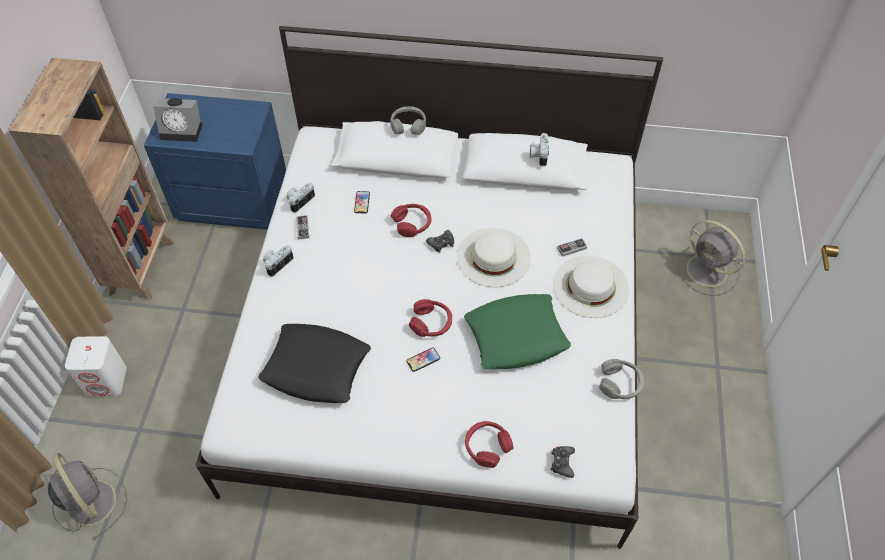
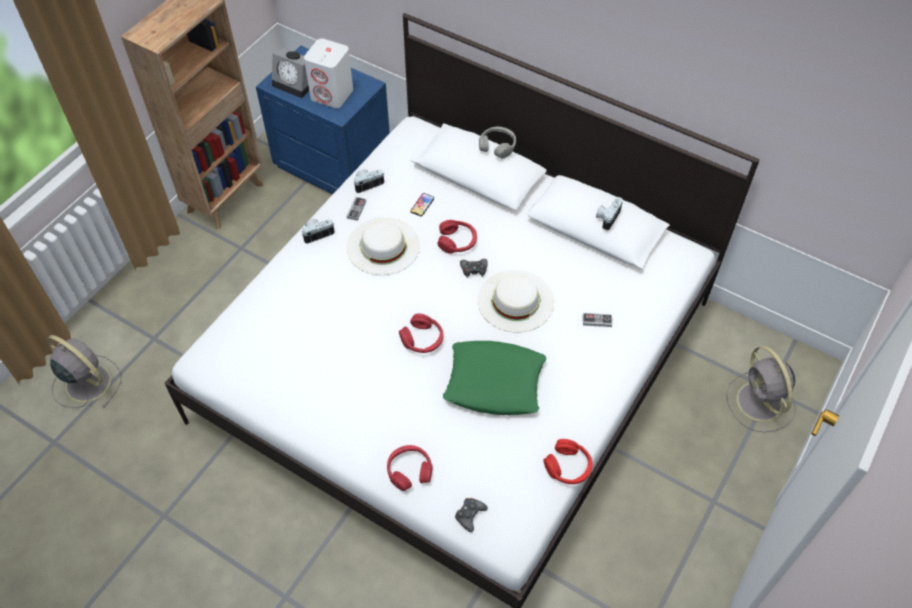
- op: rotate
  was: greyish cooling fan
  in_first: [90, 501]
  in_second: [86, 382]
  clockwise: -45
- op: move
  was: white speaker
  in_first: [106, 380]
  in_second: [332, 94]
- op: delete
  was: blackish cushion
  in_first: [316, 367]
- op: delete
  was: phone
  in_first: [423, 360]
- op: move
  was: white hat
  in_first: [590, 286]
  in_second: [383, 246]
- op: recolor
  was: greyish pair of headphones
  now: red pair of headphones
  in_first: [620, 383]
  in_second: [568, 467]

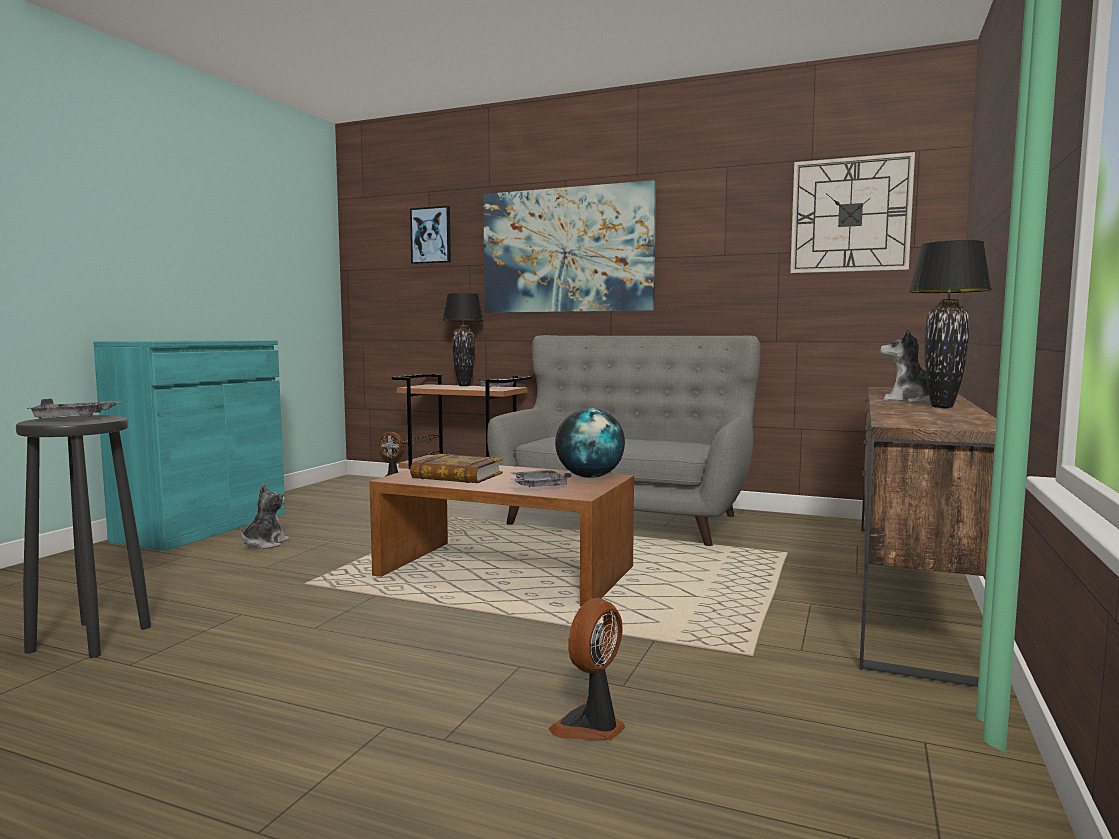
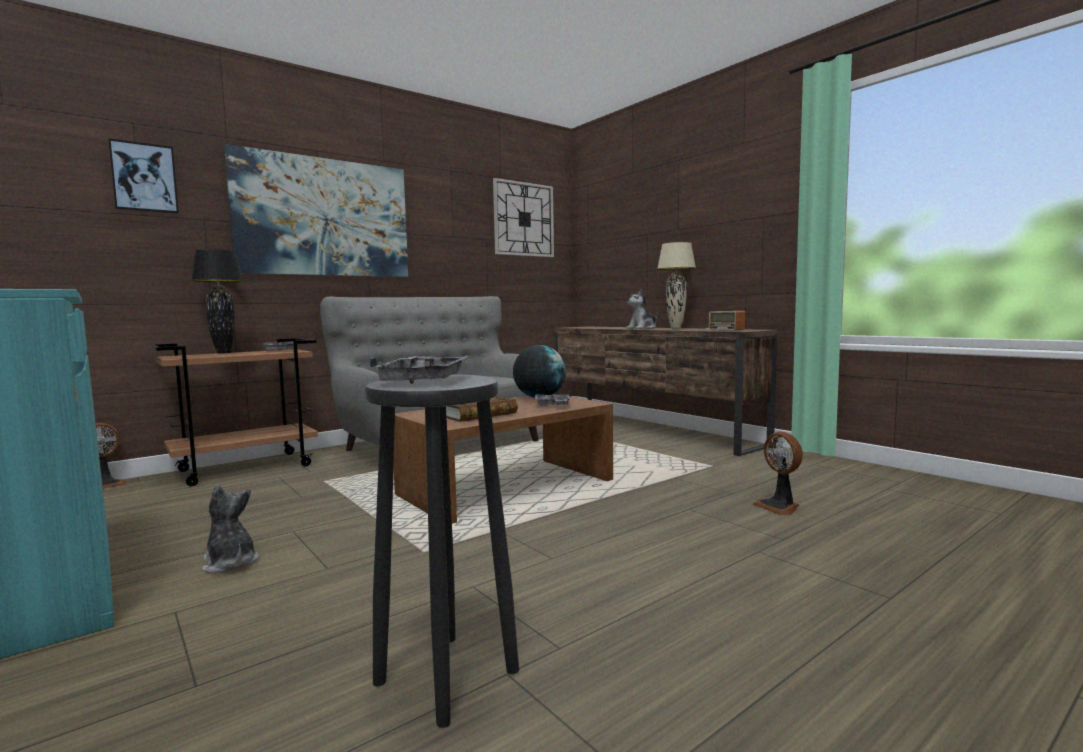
- op: recolor
  was: blackish tabletop lamp
  now: beige-coloured tabletop lamp
  in_first: [941, 407]
  in_second: [676, 328]
- op: insert
  now: radio set
  in_second: [719, 329]

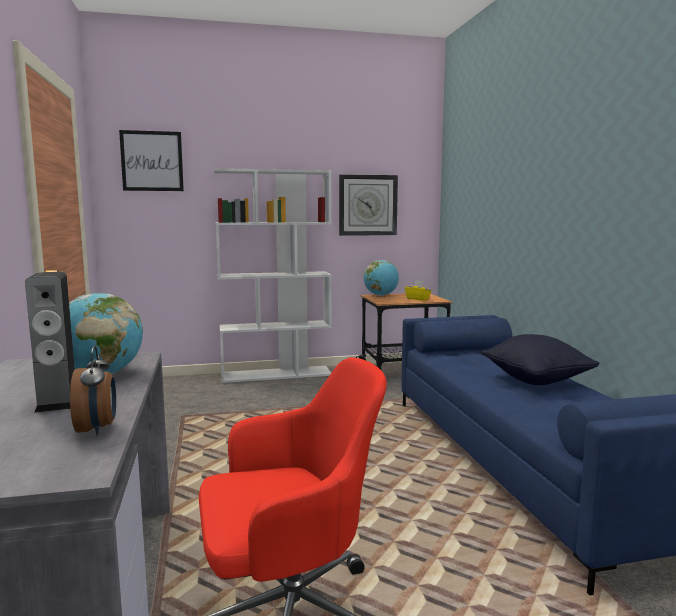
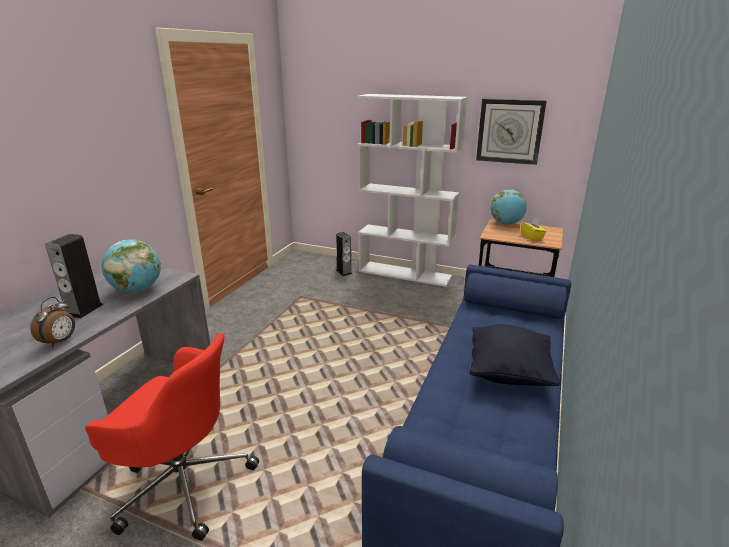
- op: delete
  was: wall art
  in_first: [152, 161]
- op: insert
  now: speaker
  in_second: [344, 272]

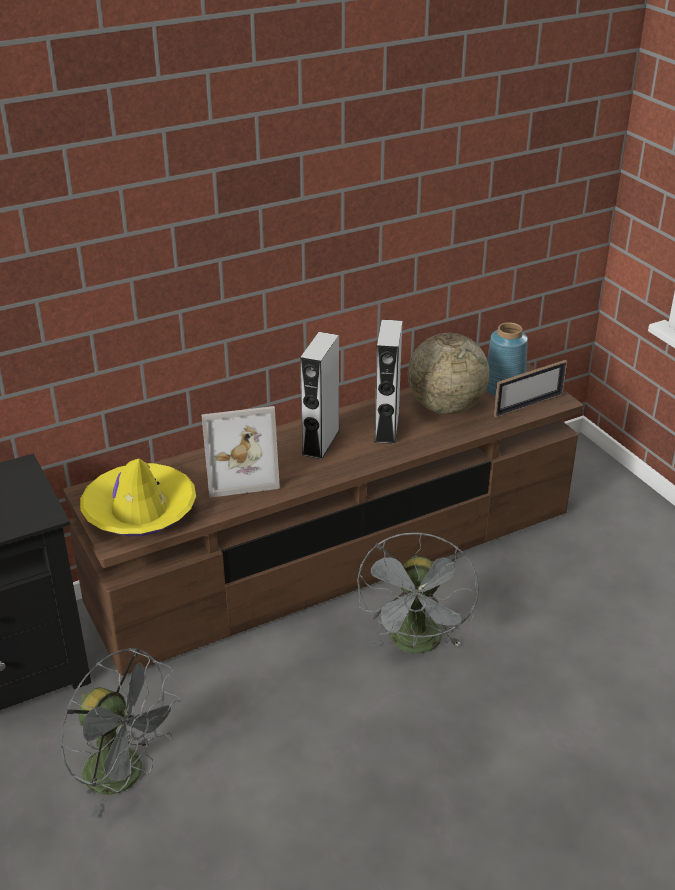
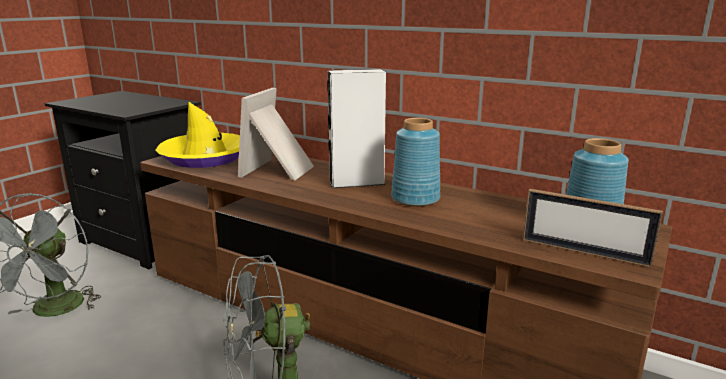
- op: rotate
  was: picture frame
  in_first: [240, 473]
  in_second: [279, 170]
  clockwise: 60
- op: replace
  was: greyish speaker
  now: blue-coloured flower vase
  in_first: [386, 428]
  in_second: [416, 199]
- op: delete
  was: desk globe
  in_first: [446, 407]

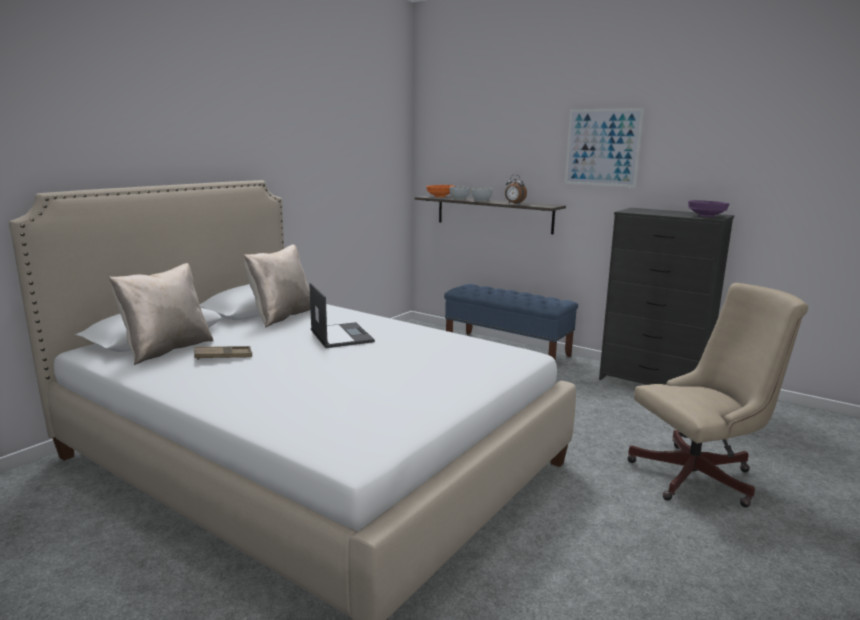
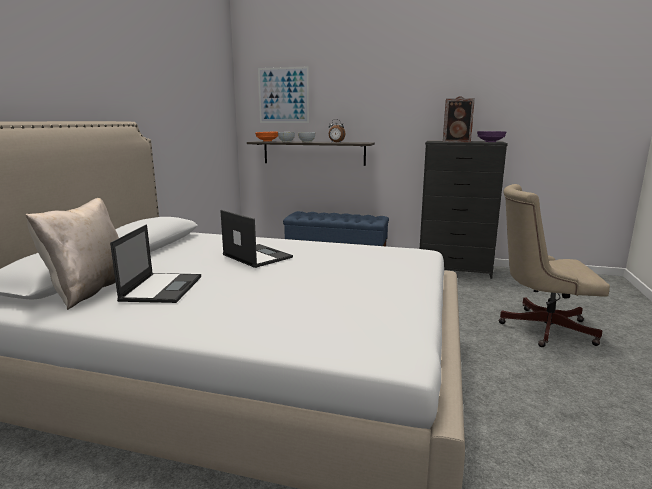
- op: replace
  was: brown-coloured carrying tray
  now: portable computer
  in_first: [223, 356]
  in_second: [162, 288]
- op: delete
  was: beige-coloured cushion
  in_first: [281, 316]
- op: move
  was: wall art
  in_first: [602, 147]
  in_second: [283, 95]
- op: rotate
  was: beige-coloured desk chair
  in_first: [701, 476]
  in_second: [540, 327]
  clockwise: -135
- op: insert
  now: speaker
  in_second: [457, 141]

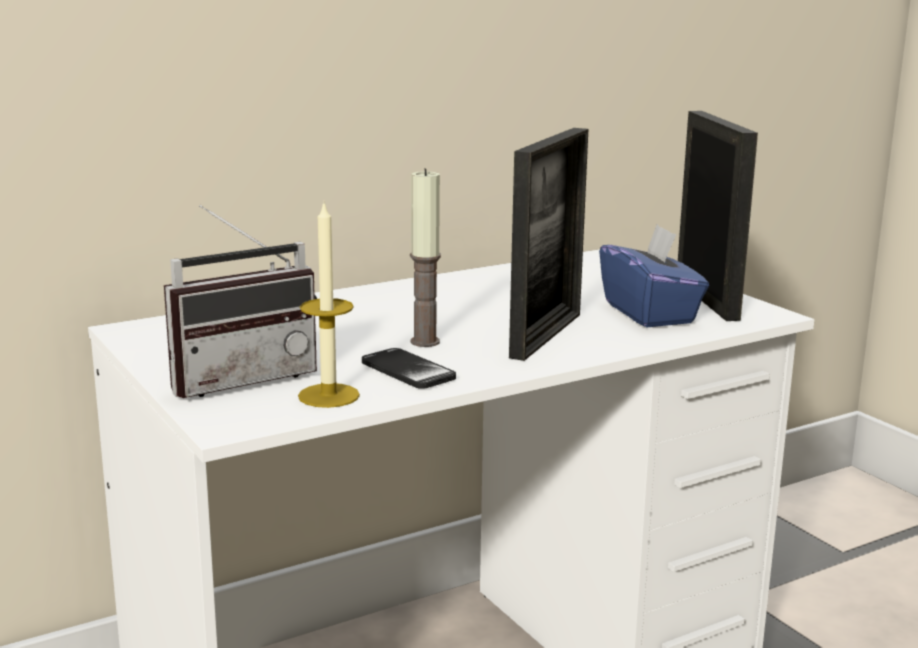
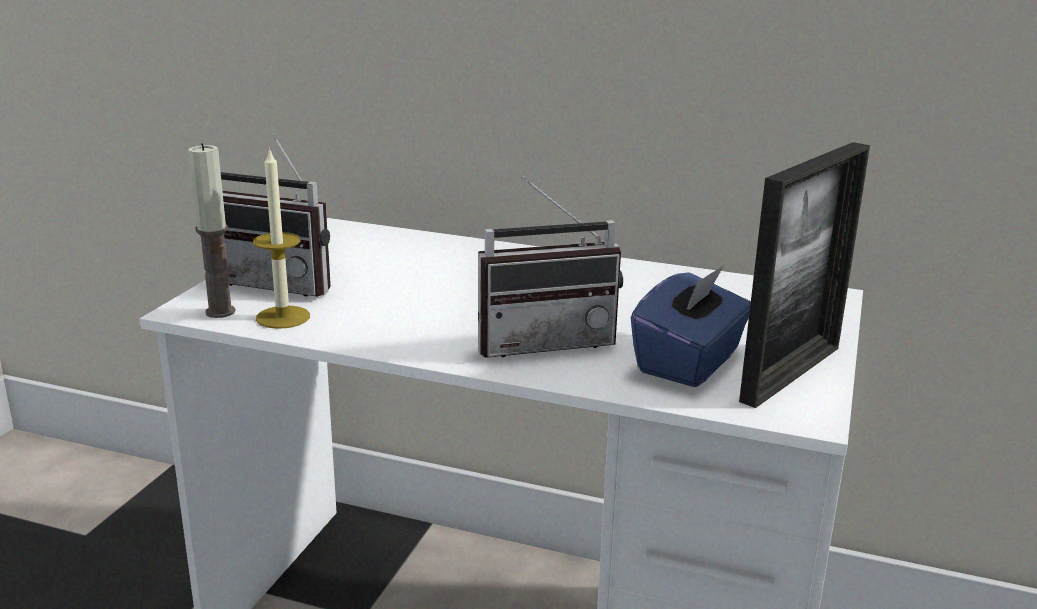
- op: delete
  was: phone
  in_first: [408, 371]
- op: move
  was: candle
  in_first: [425, 342]
  in_second: [220, 312]
- op: replace
  was: picture frame
  now: radio set
  in_first: [546, 335]
  in_second: [544, 341]

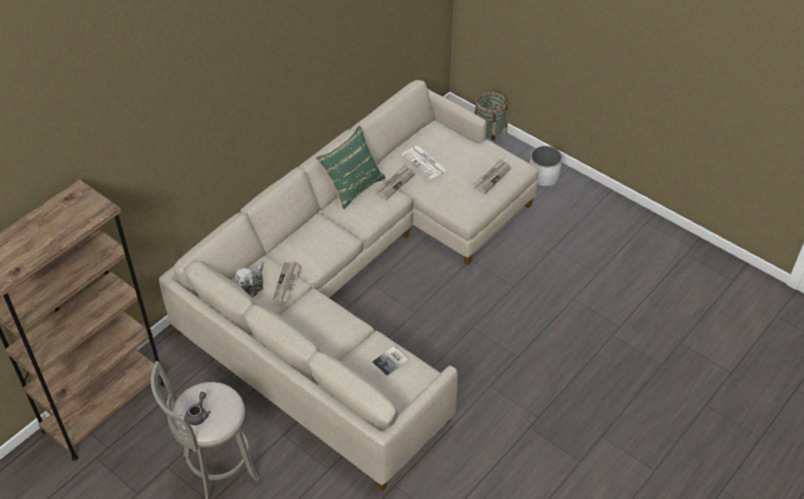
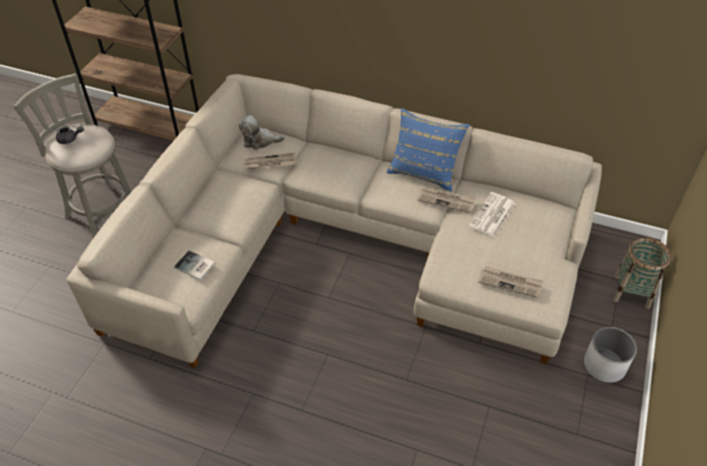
- op: recolor
  was: green-coloured cushion
  now: blue-coloured cushion
  in_first: [353, 186]
  in_second: [424, 171]

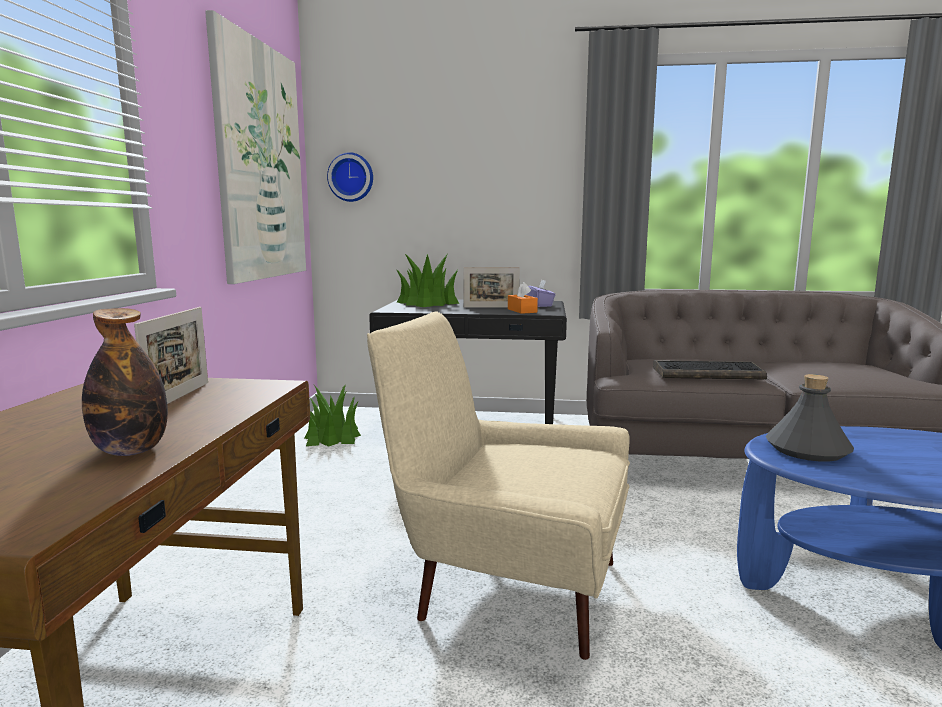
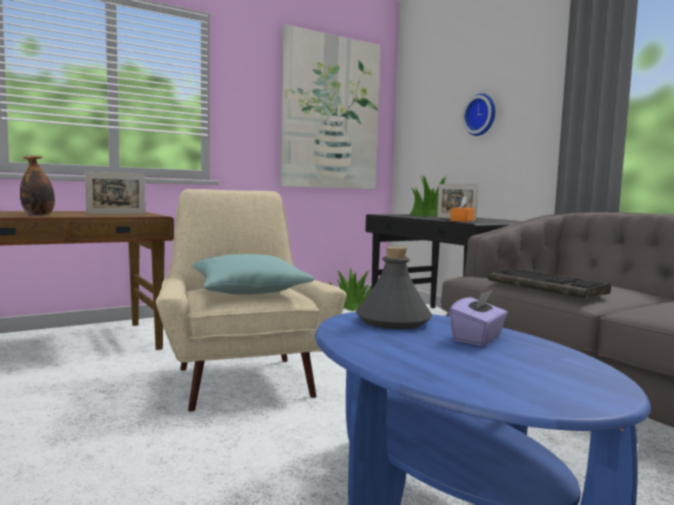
- op: move
  was: hanging clock
  in_first: [351, 177]
  in_second: [481, 115]
- op: move
  was: purple-coloured tissue holder
  in_first: [540, 305]
  in_second: [477, 338]
- op: insert
  now: blue-green cushion
  in_second: [249, 291]

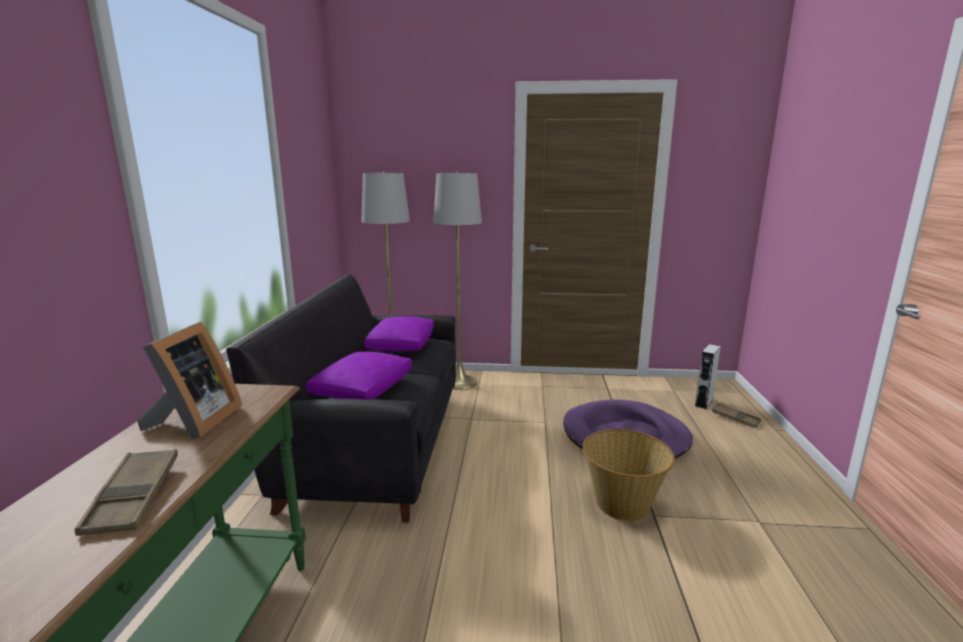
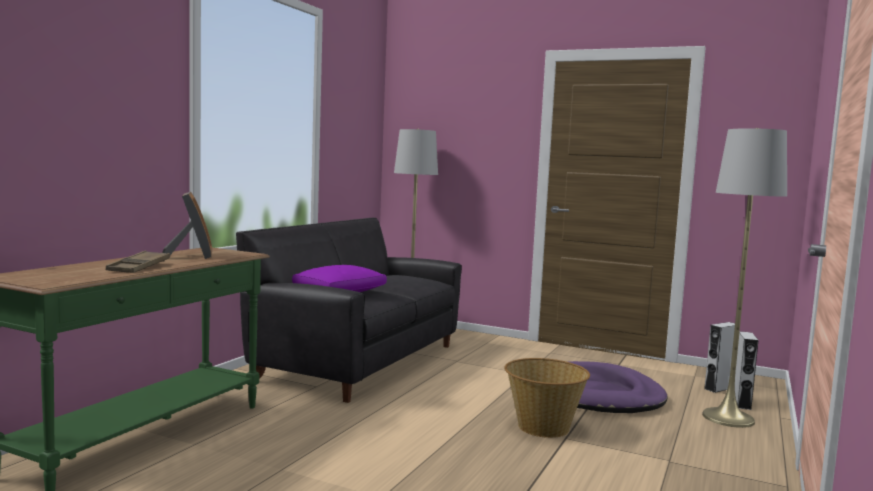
- op: rotate
  was: picture frame
  in_first: [194, 422]
  in_second: [191, 256]
  clockwise: -45
- op: delete
  was: purple-coloured cushion
  in_first: [401, 344]
- op: move
  was: greyish floor lamp
  in_first: [459, 382]
  in_second: [728, 418]
- op: replace
  was: brown-coloured carrying tray
  now: greyish speaker
  in_first: [735, 418]
  in_second: [741, 403]

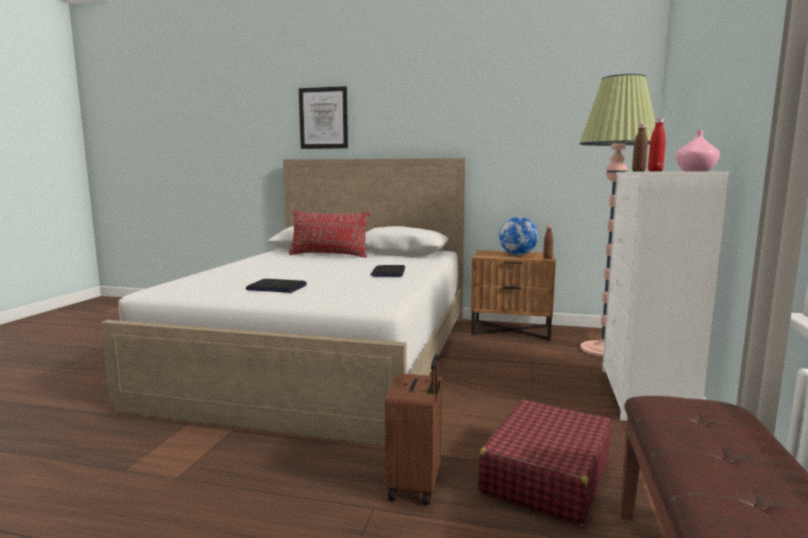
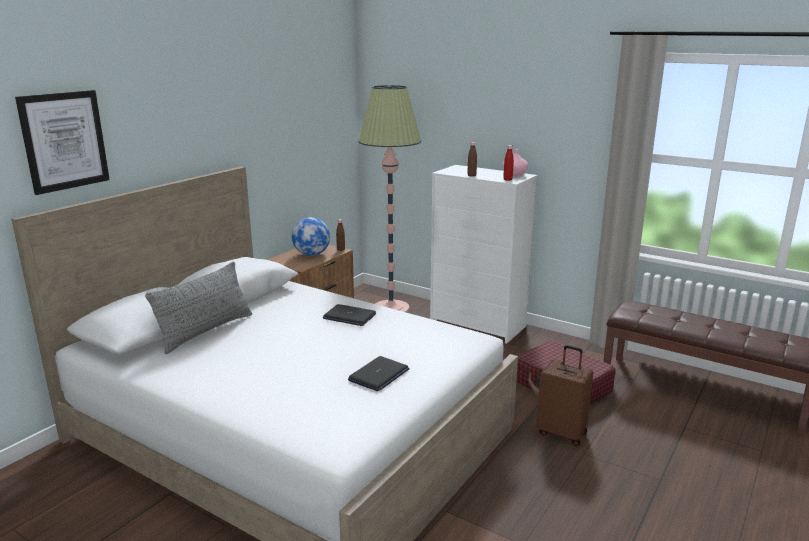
- op: recolor
  was: red cushion
  now: greyish cushion
  in_first: [329, 255]
  in_second: [206, 331]

